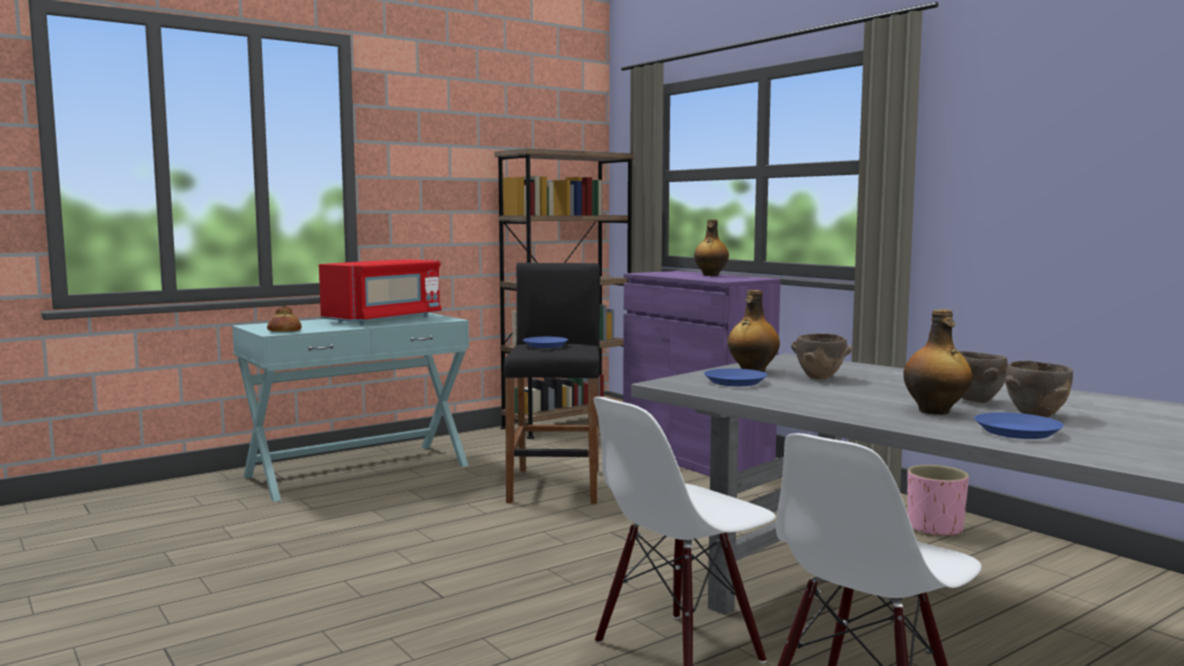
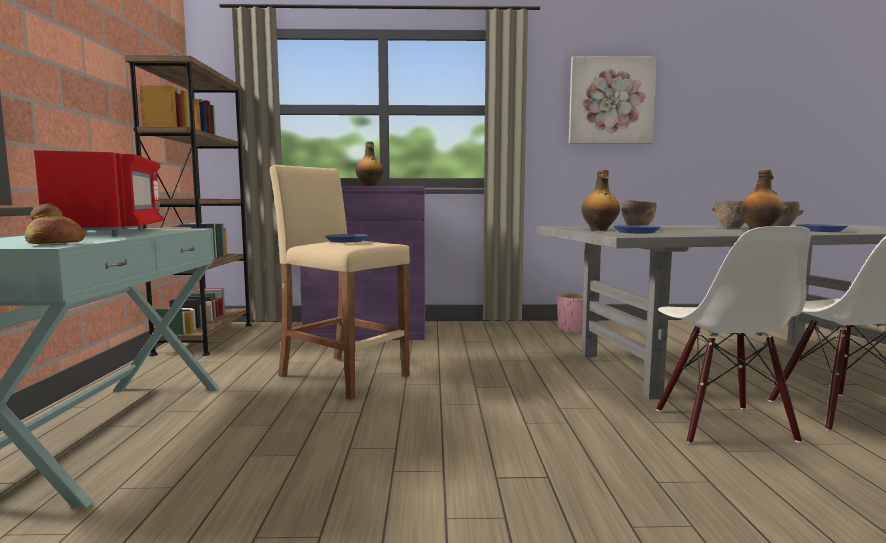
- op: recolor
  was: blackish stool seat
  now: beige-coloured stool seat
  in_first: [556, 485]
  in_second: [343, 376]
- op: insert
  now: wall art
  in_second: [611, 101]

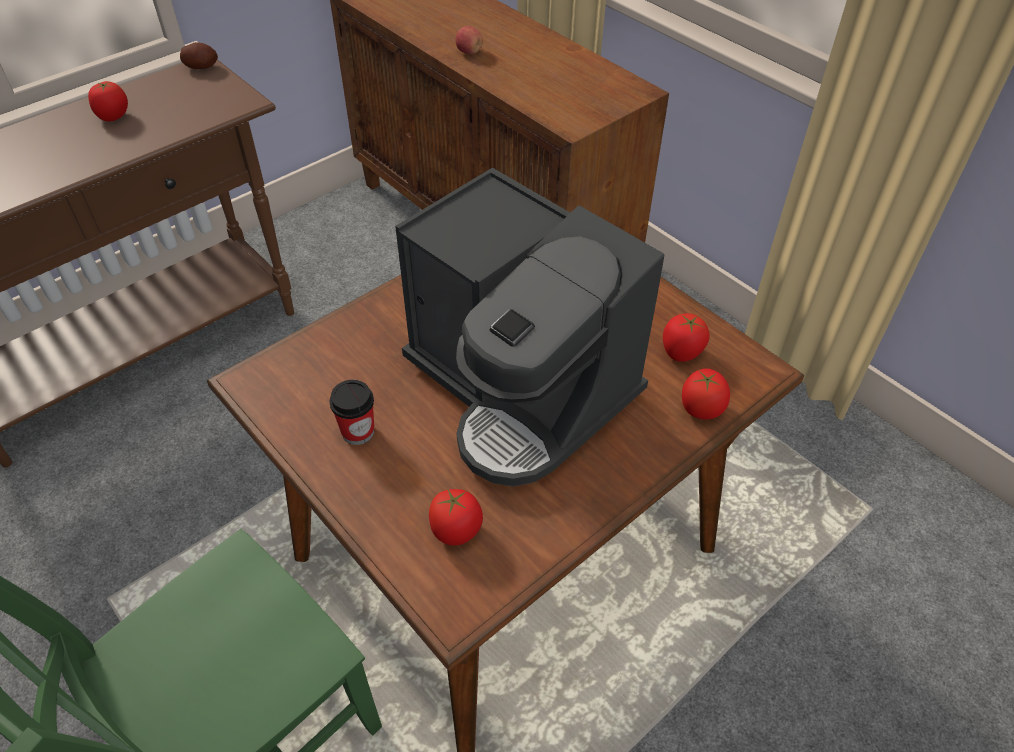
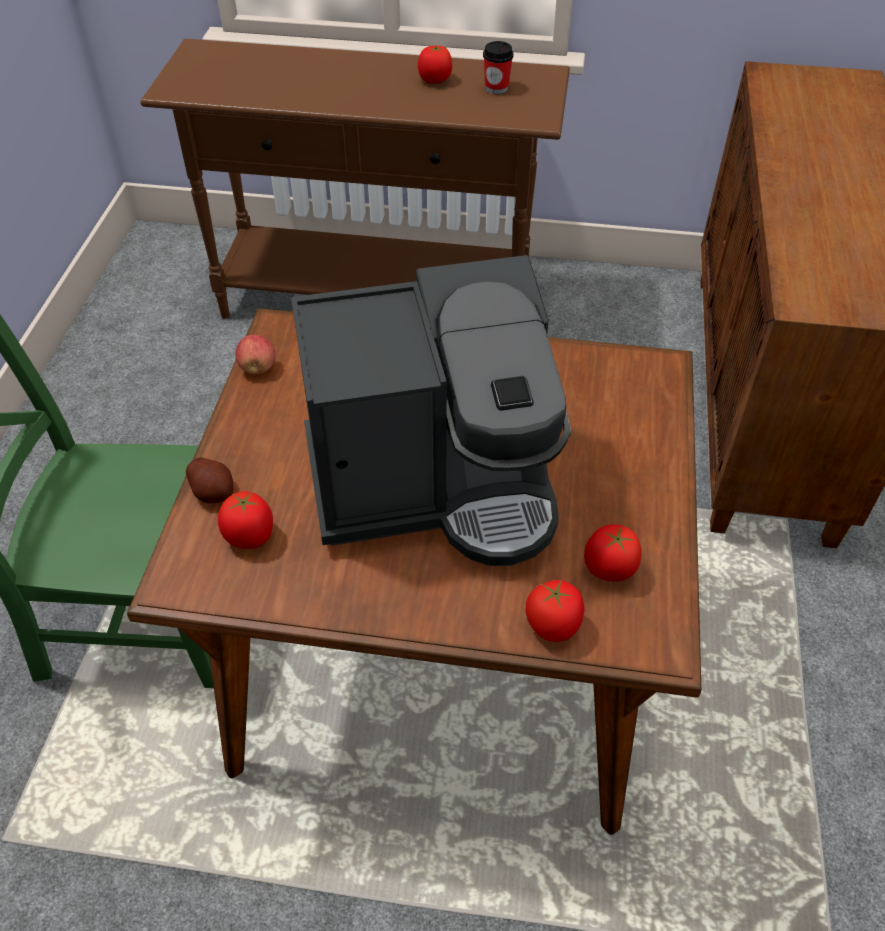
- op: move
  was: whole potato
  in_first: [201, 67]
  in_second: [213, 492]
- op: move
  was: drinking cup
  in_first: [358, 432]
  in_second: [496, 88]
- op: rotate
  was: coffee maker
  in_first: [521, 389]
  in_second: [435, 483]
  clockwise: -105
- op: move
  was: whole apple
  in_first: [469, 52]
  in_second: [258, 367]

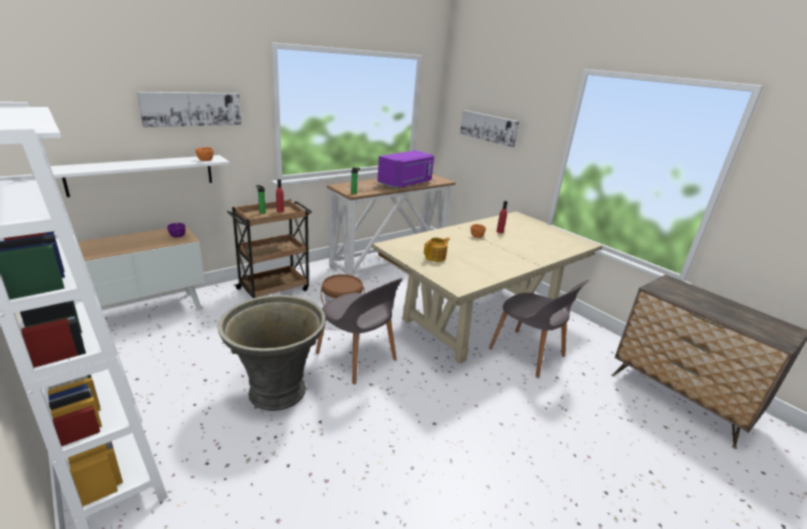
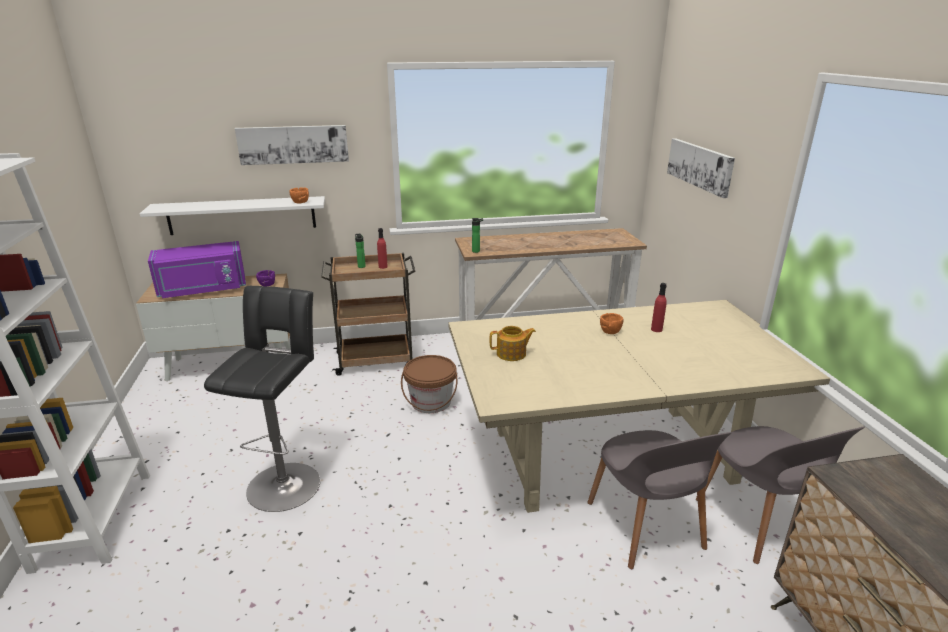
- op: replace
  was: greyish planter
  now: blackish stool seat
  in_first: [277, 390]
  in_second: [286, 482]
- op: move
  was: greyish chair
  in_first: [357, 358]
  in_second: [759, 523]
- op: move
  was: purple-coloured microwave
  in_first: [406, 183]
  in_second: [203, 290]

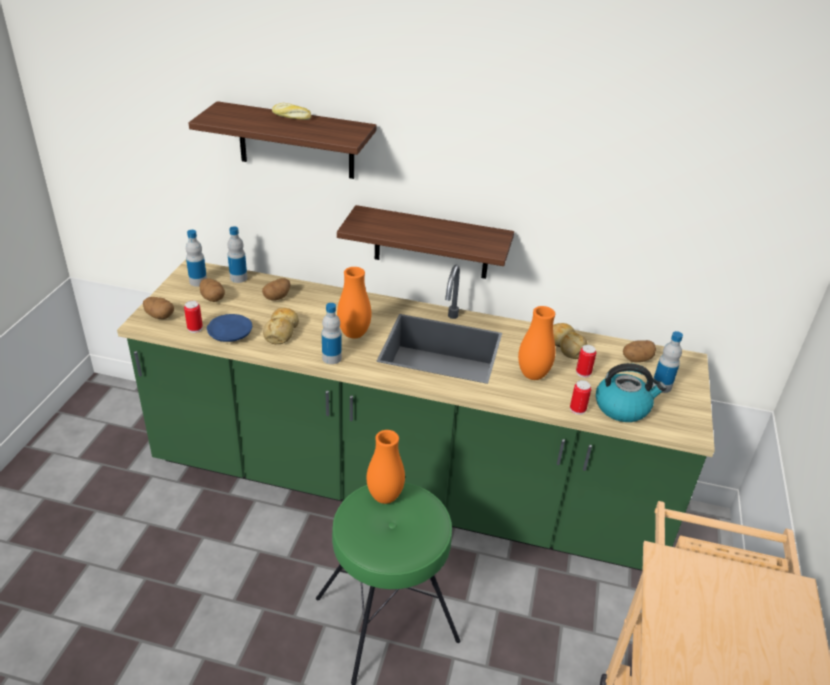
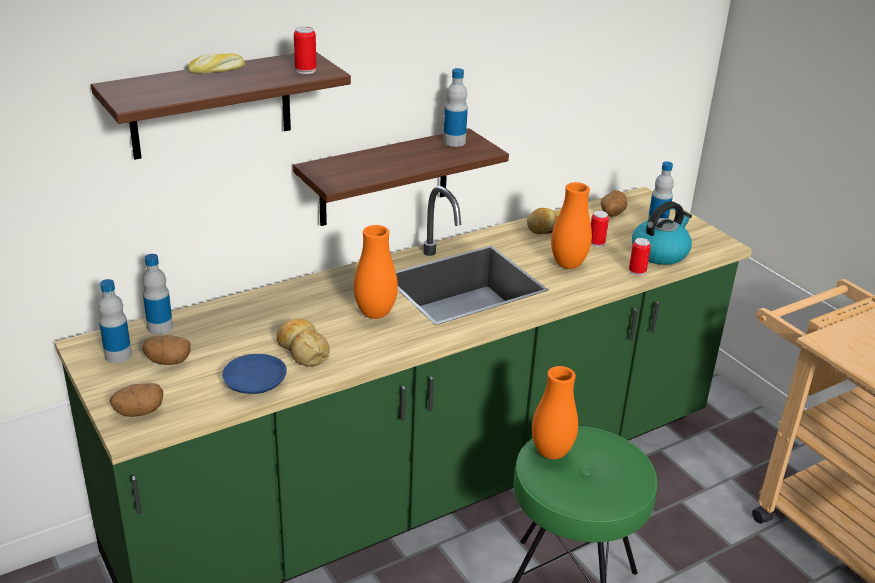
- op: move
  was: metal can
  in_first: [195, 328]
  in_second: [305, 70]
- op: delete
  was: whole potato
  in_first: [277, 297]
- op: move
  was: bottle
  in_first: [331, 358]
  in_second: [454, 142]

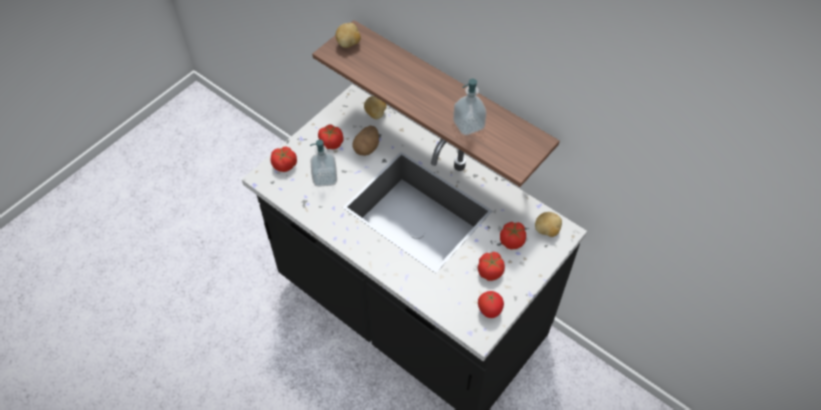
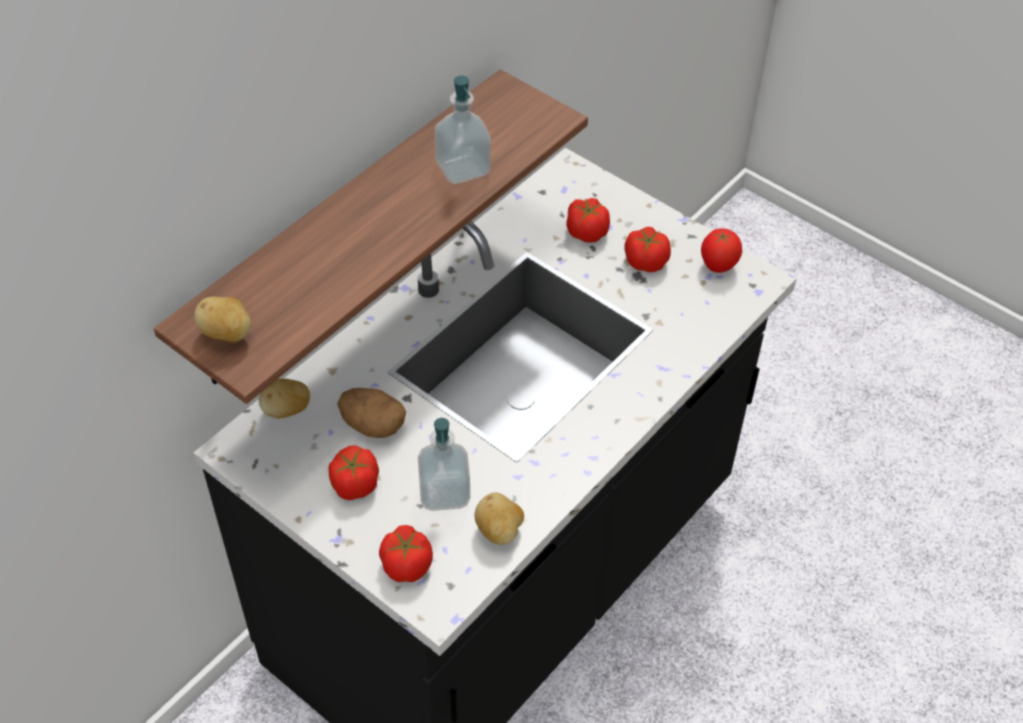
- op: move
  was: whole potato
  in_first: [546, 231]
  in_second: [499, 531]

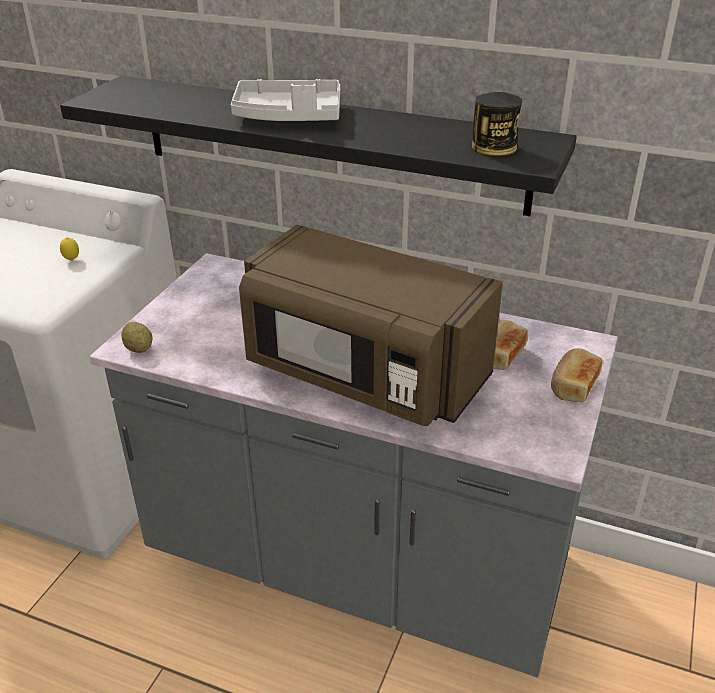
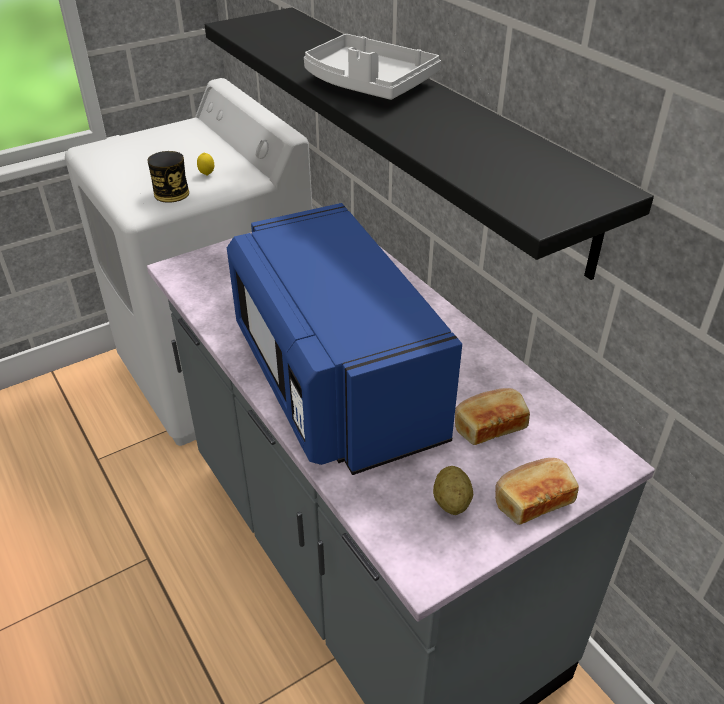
- op: move
  was: whole potato
  in_first: [139, 348]
  in_second: [451, 502]
- op: recolor
  was: brown-coloured microwave
  now: blue-coloured microwave
  in_first: [363, 374]
  in_second: [335, 382]
- op: move
  was: metal can
  in_first: [494, 147]
  in_second: [171, 193]

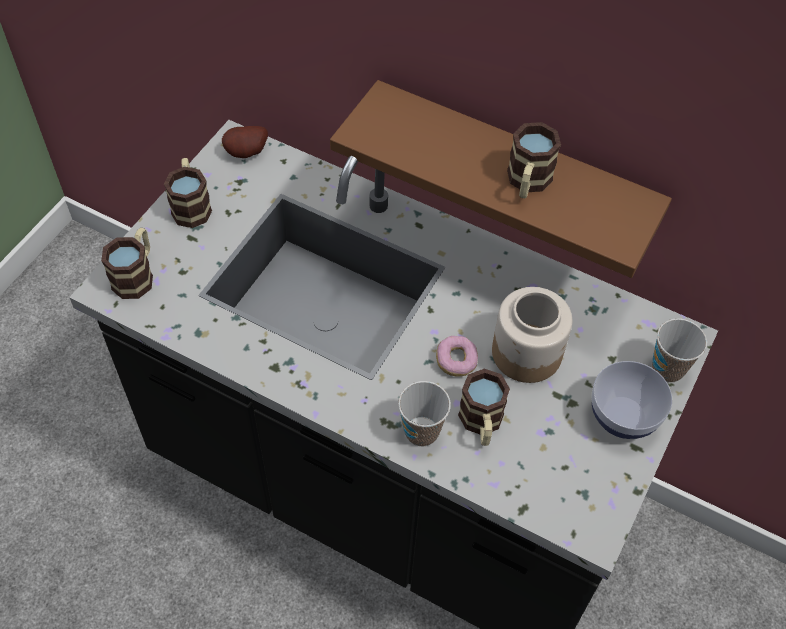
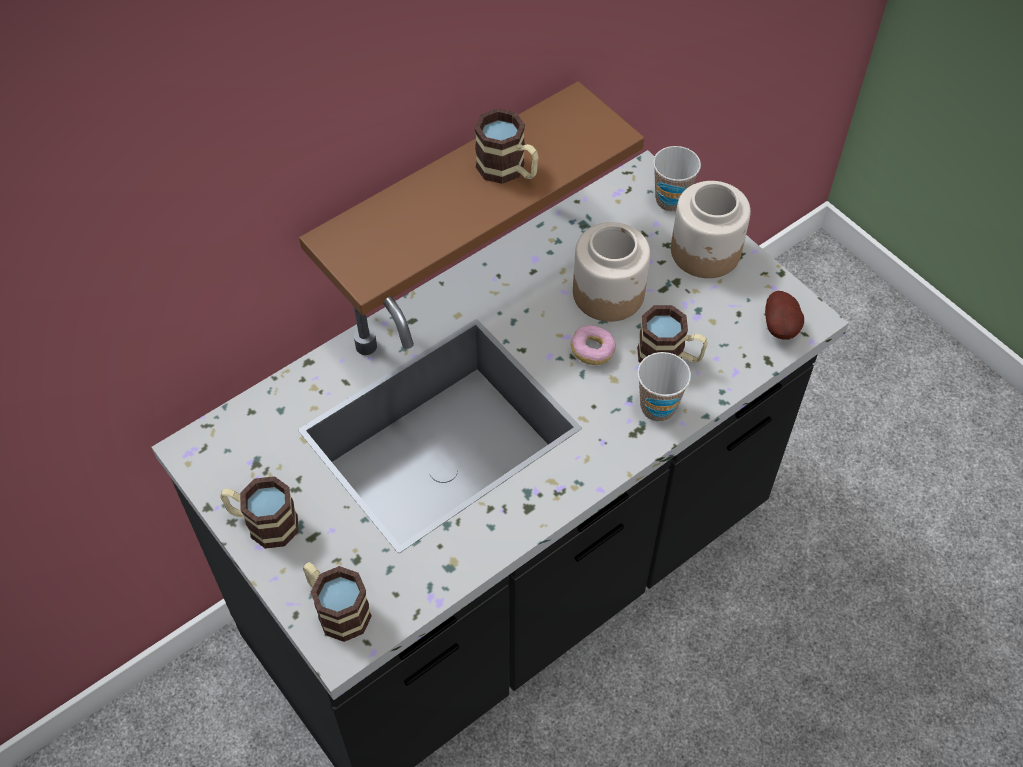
- op: move
  was: whole potato
  in_first: [247, 153]
  in_second: [781, 328]
- op: replace
  was: deep dish
  now: storage jar
  in_first: [622, 417]
  in_second: [706, 252]

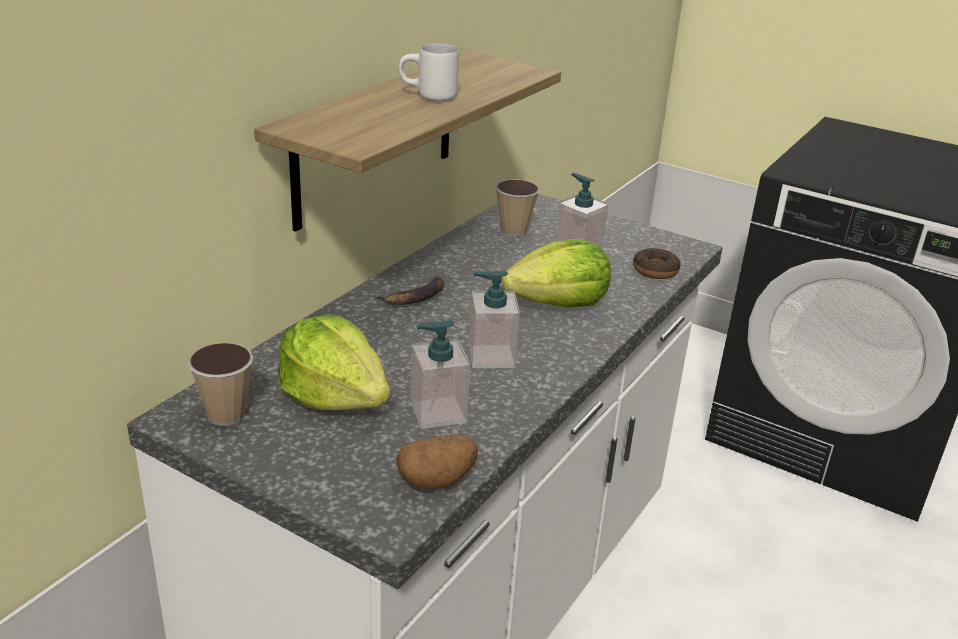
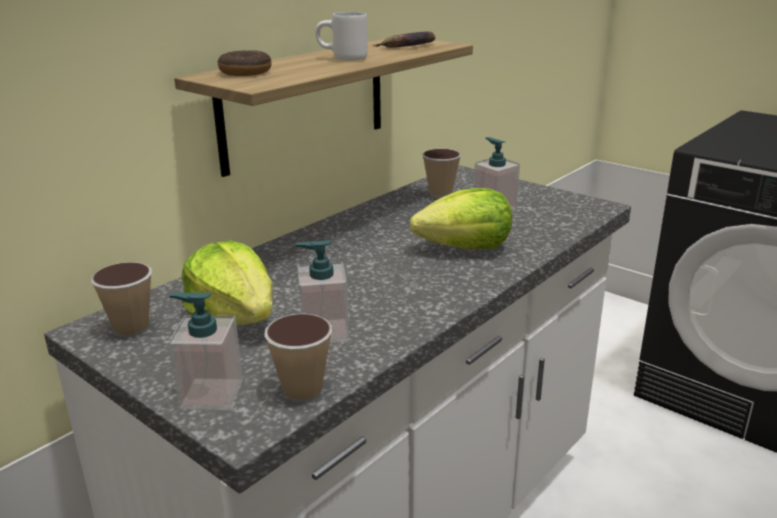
- op: move
  was: whole banana
  in_first: [414, 296]
  in_second: [409, 46]
- op: replace
  was: whole potato
  now: drinking cup
  in_first: [437, 480]
  in_second: [302, 390]
- op: move
  was: soap dispenser
  in_first: [491, 356]
  in_second: [211, 394]
- op: move
  was: ring doughnut
  in_first: [655, 270]
  in_second: [245, 72]

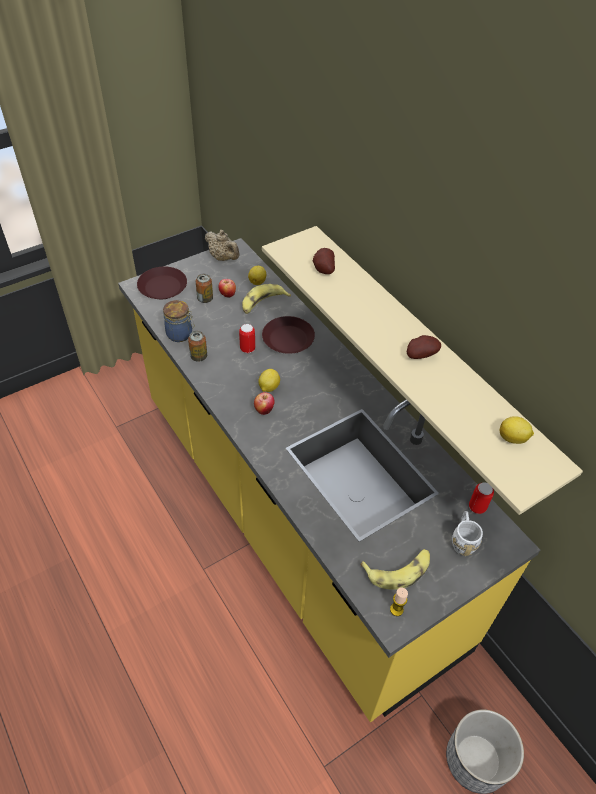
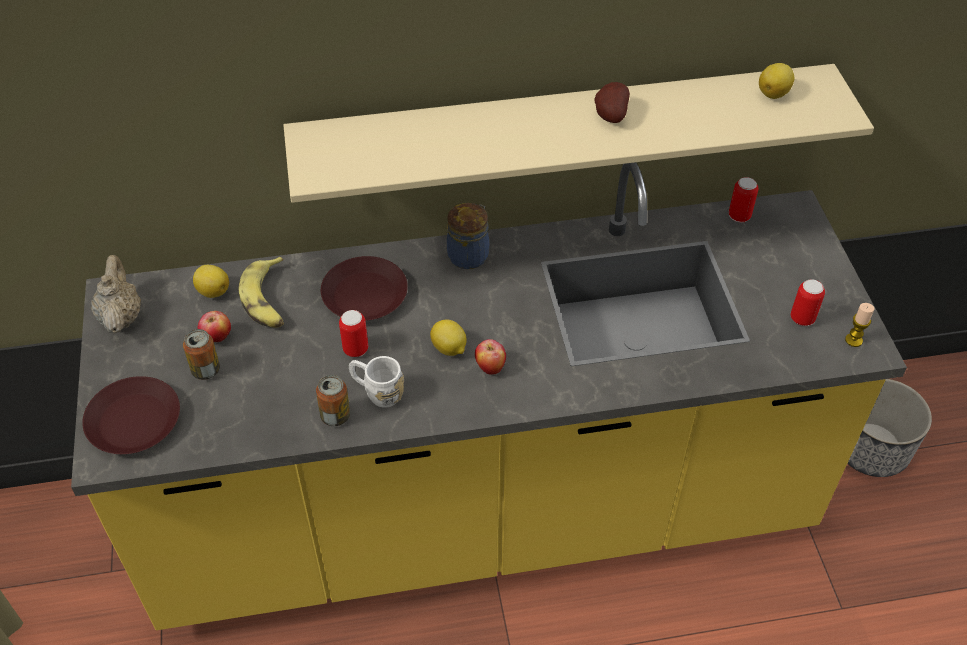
- op: move
  was: storage jar
  in_first: [180, 334]
  in_second: [469, 255]
- op: rotate
  was: beige-coloured pot for tea
  in_first: [223, 258]
  in_second: [121, 317]
  clockwise: -75
- op: delete
  was: whole potato
  in_first: [323, 270]
- op: replace
  was: whole banana
  now: metal can
  in_first: [398, 570]
  in_second: [802, 318]
- op: move
  was: white mug
  in_first: [462, 540]
  in_second: [377, 392]

